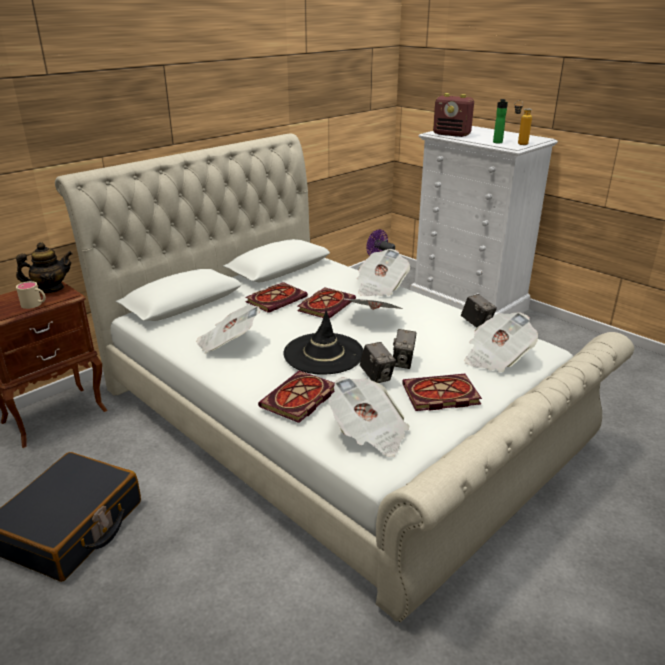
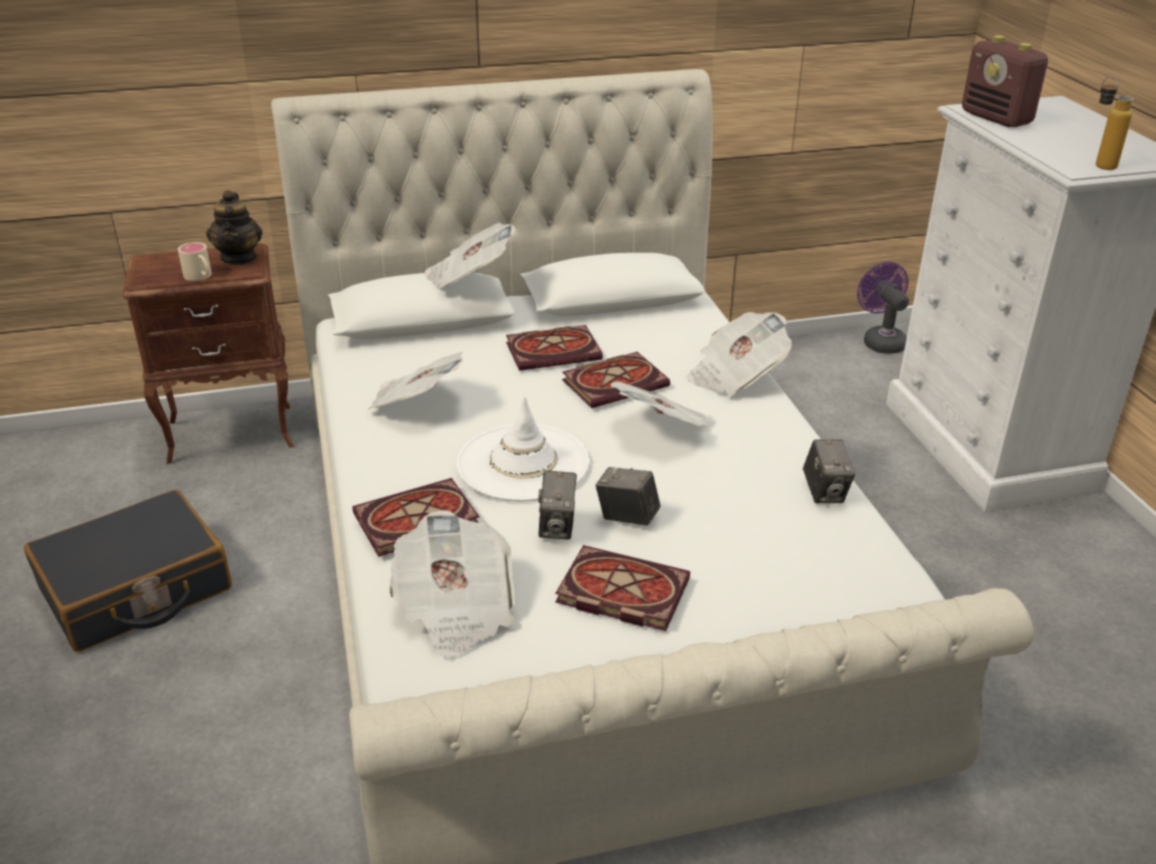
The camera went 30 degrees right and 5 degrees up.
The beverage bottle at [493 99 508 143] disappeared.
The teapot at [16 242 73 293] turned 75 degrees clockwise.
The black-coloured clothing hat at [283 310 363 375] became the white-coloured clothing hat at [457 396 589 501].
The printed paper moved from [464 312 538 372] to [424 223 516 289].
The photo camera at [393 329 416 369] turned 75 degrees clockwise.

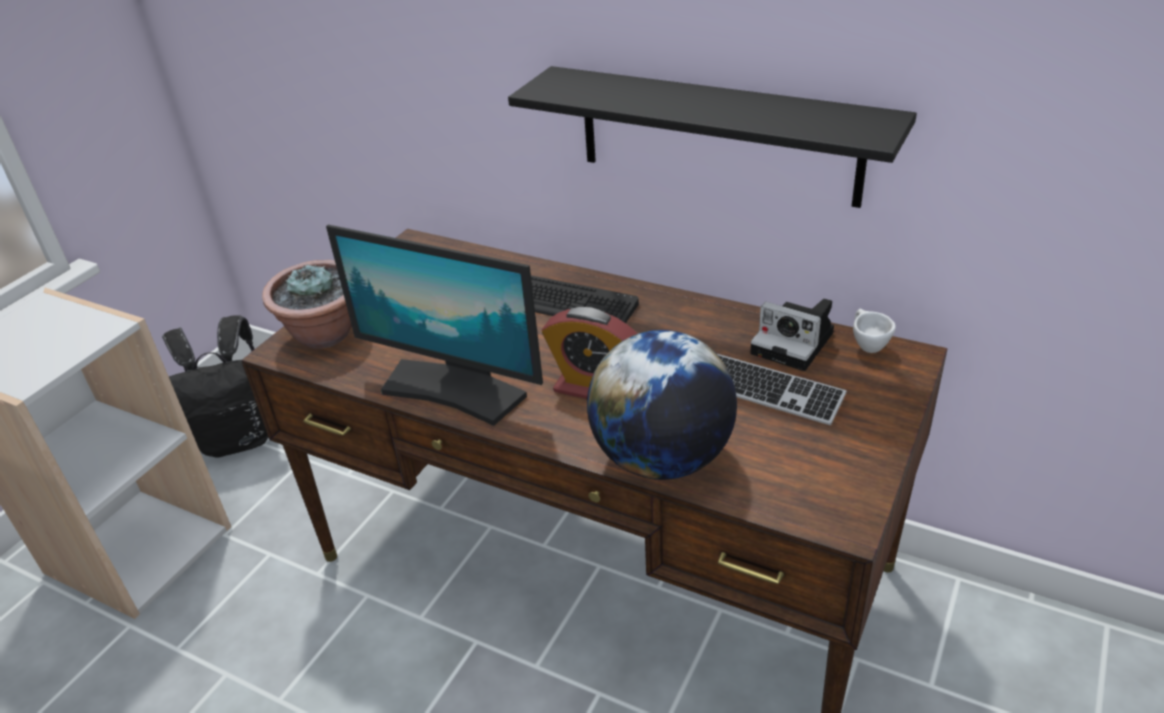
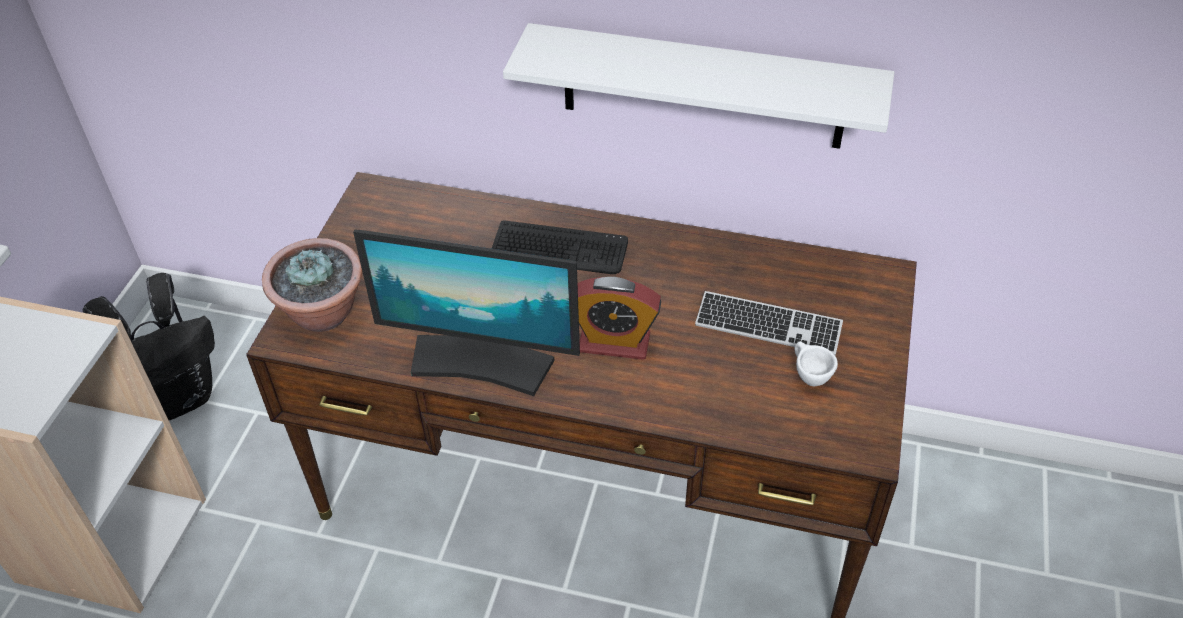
The camera went 15 degrees left and 10 degrees up.
The black-coloured bracket shelf at [508 66 917 208] became the white-coloured bracket shelf at [503 23 895 149].
The photo camera at [750 298 834 371] disappeared.
The white-coloured small cup moved from [853 309 896 353] to [794 341 838 386].
The world globe at [587 330 737 480] disappeared.

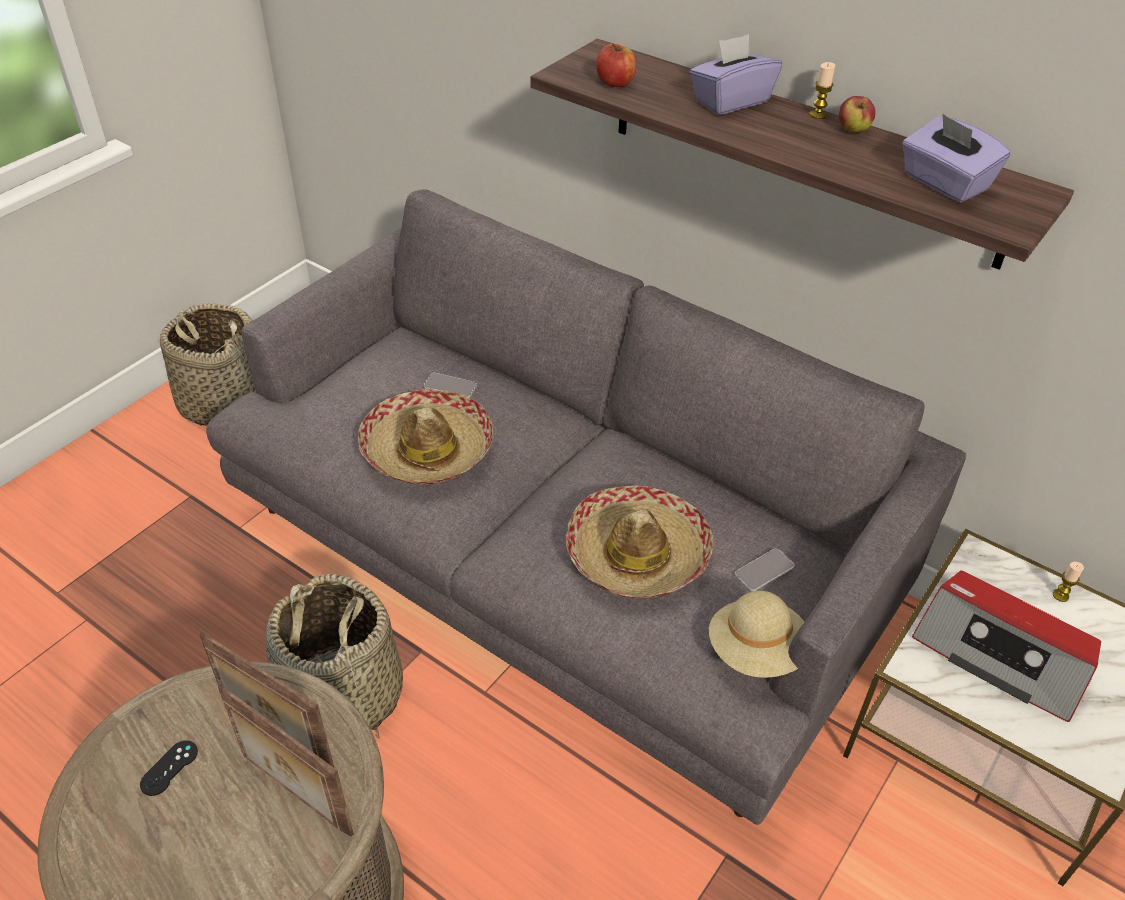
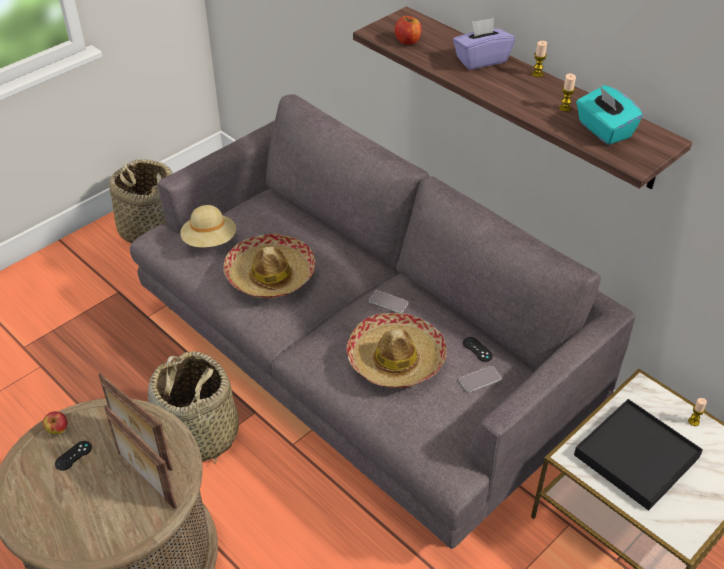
The camera went 10 degrees right and 0 degrees up.
The whole apple moved from [839 96 875 133] to [43 412 68 434].
The purple box of tissues at [902 113 1010 202] became the turquoise box of tissues at [576 85 643 145].
The handset moved from [424 373 477 398] to [369 290 408 313].
The radio receiver at [912 570 1101 722] was replaced by the black-coloured tray at [574 399 703 511].
The beige clothing hat moved from [709 591 804 678] to [180 205 236 248].
The wax light at [559 73 576 112] appeared.
The black-coloured joypad at [463 337 493 362] appeared.

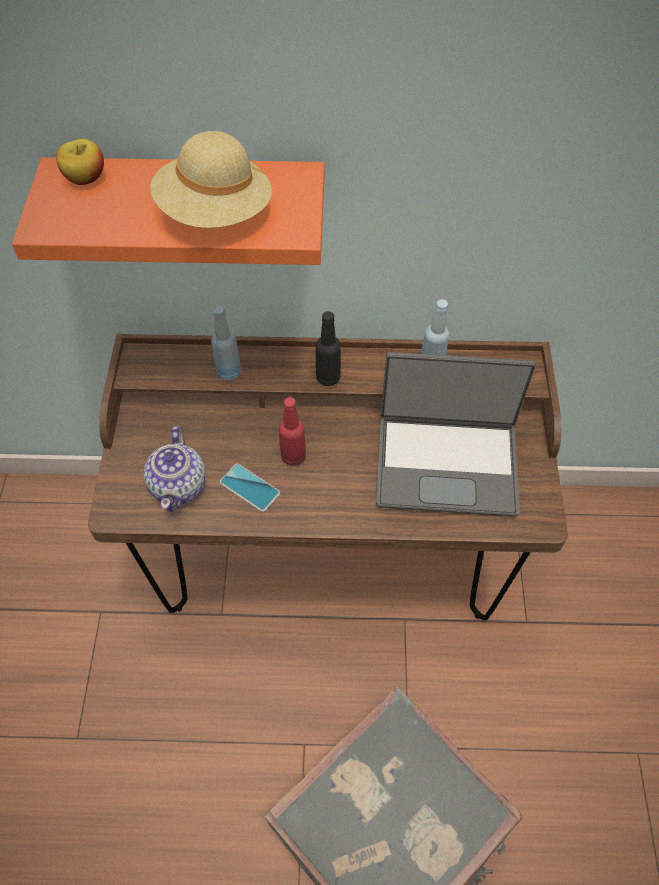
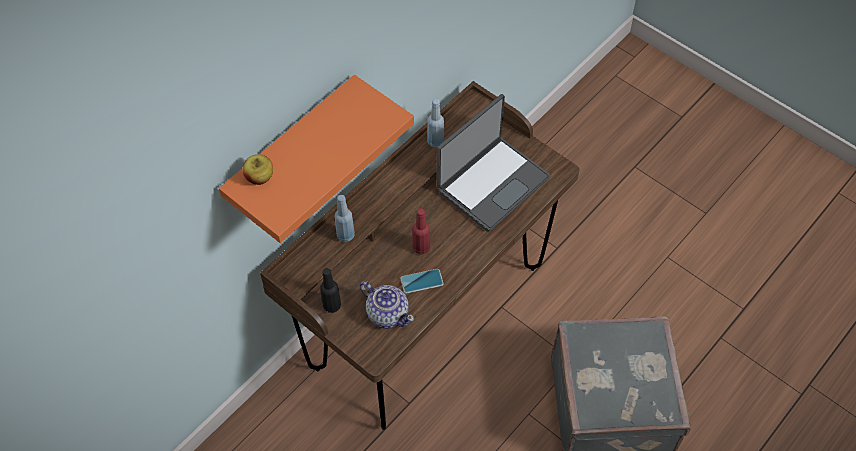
The camera went 50 degrees left and 0 degrees up.
The beige clothing hat at [150 131 272 228] disappeared.
The black-coloured beverage bottle moved from [316 311 341 386] to [320 268 341 313].

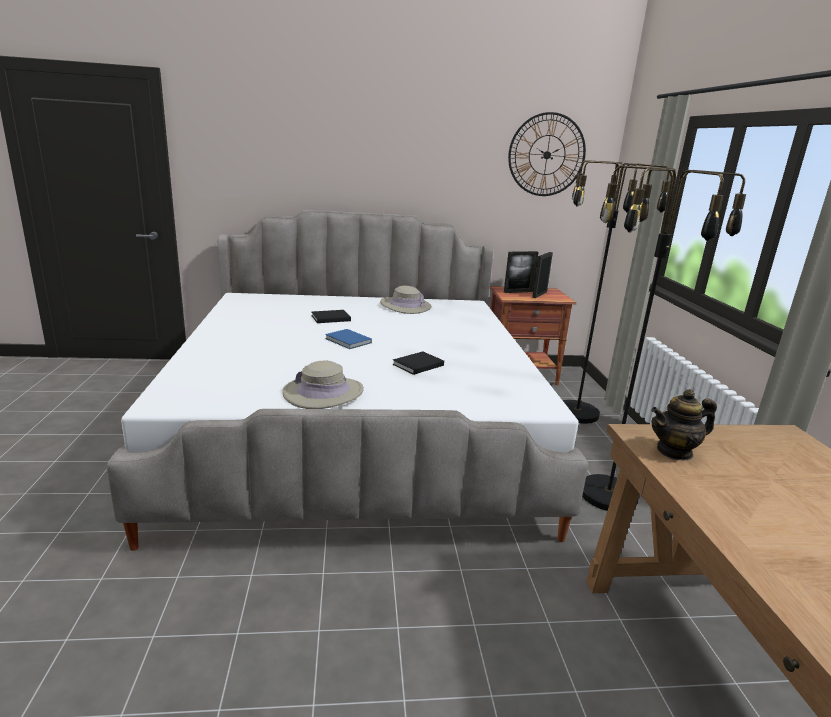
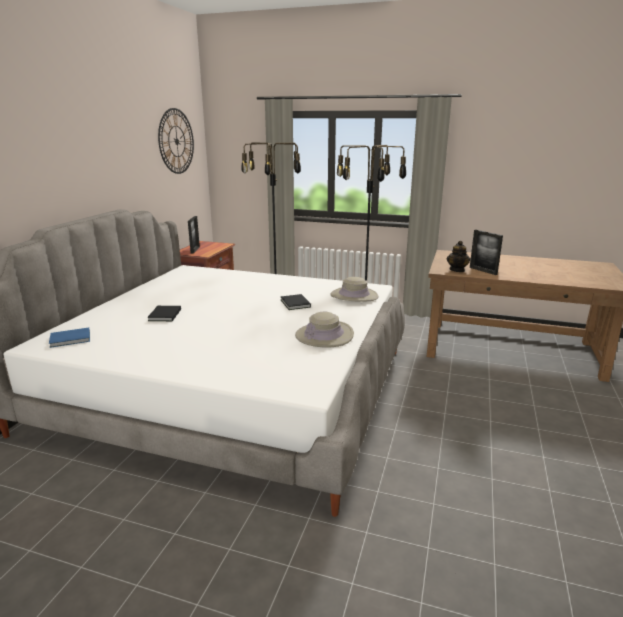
The camera went 65 degrees left and 0 degrees up.
The picture frame moved from [532 252 553 298] to [470 230 503 275].
The beige clothing hat moved from [380 286 431 314] to [330 277 378 302].
The bluish volume moved from [325 329 372 349] to [49 327 90 348].

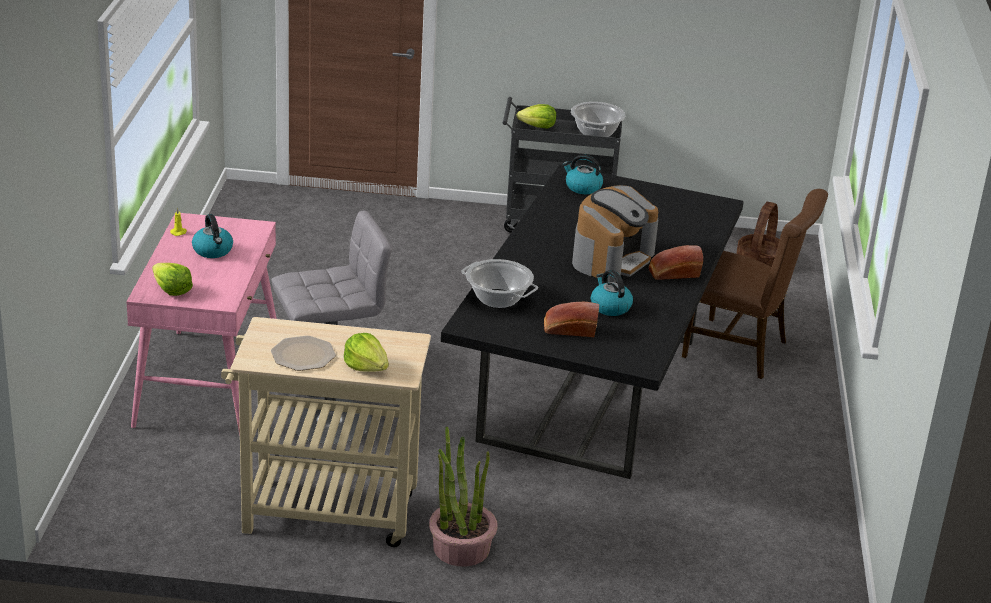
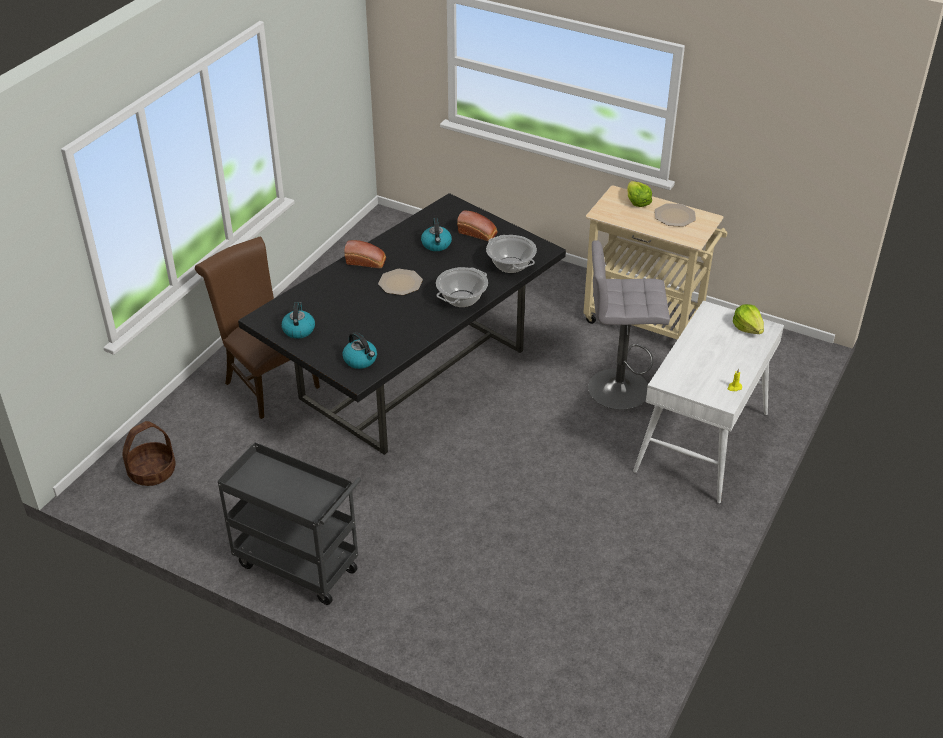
The camera went 155 degrees left and 10 degrees up.
The cooking pot moved from [571 102 625 137] to [436 267 488 307].
The lettuce at [517 104 556 129] disappeared.
The coffee maker at [572 185 658 282] was replaced by the flat dish at [378 269 423 295].
The pink desk at [126 213 277 435] became the white-coloured desk at [633 301 784 503].
The kettle moved from [192 214 233 258] to [281 302 315 339].
The houseplant at [429 427 498 566] disappeared.

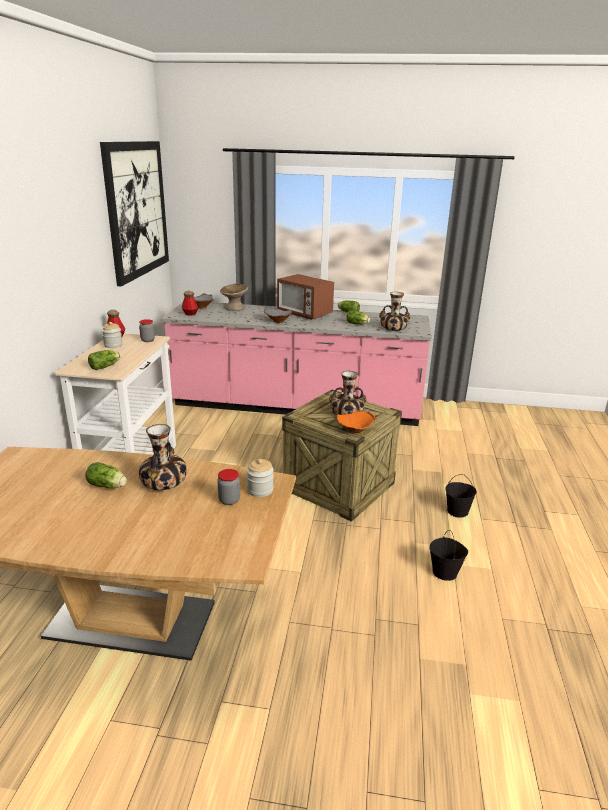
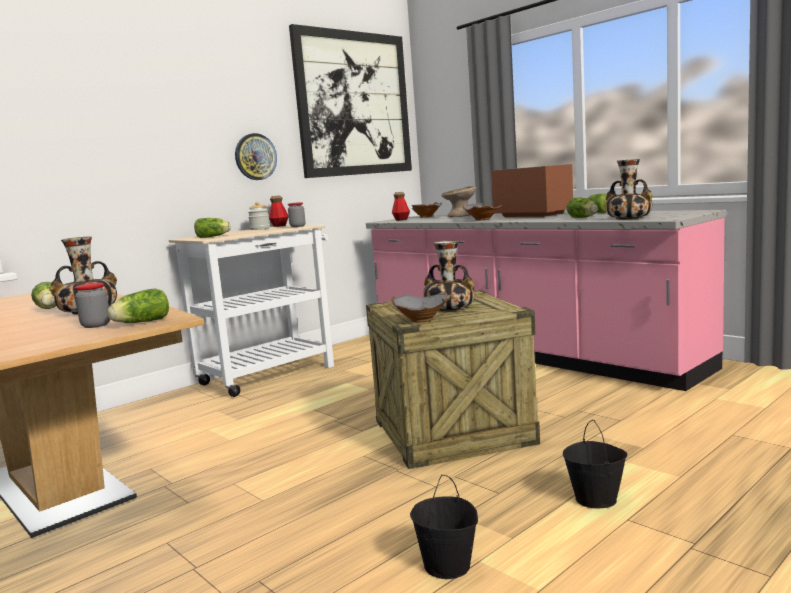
The camera went 40 degrees right and 15 degrees down.
The microwave oven at [277 274 334 319] turned 150 degrees clockwise.
The orange-coloured bowl at [336 410 376 434] became the gray bowl at [391 293 451 322].
The preserve jar at [246 459 274 497] was replaced by the lettuce at [108 288 169 323].
The wall clock at [235 133 277 180] appeared.

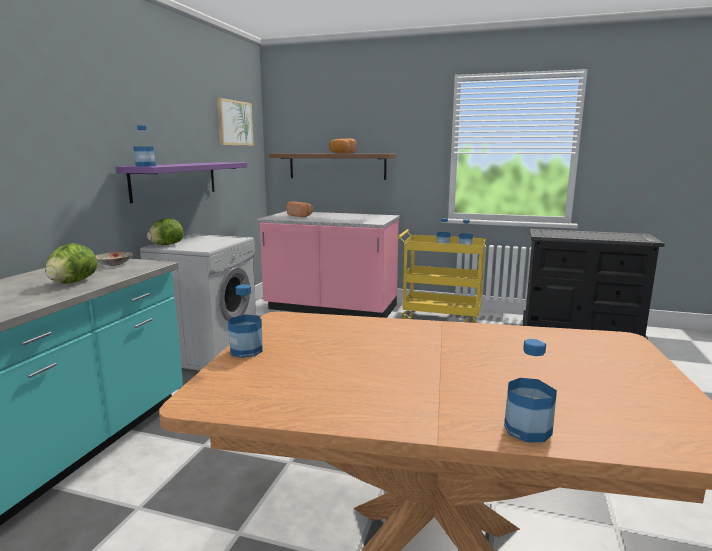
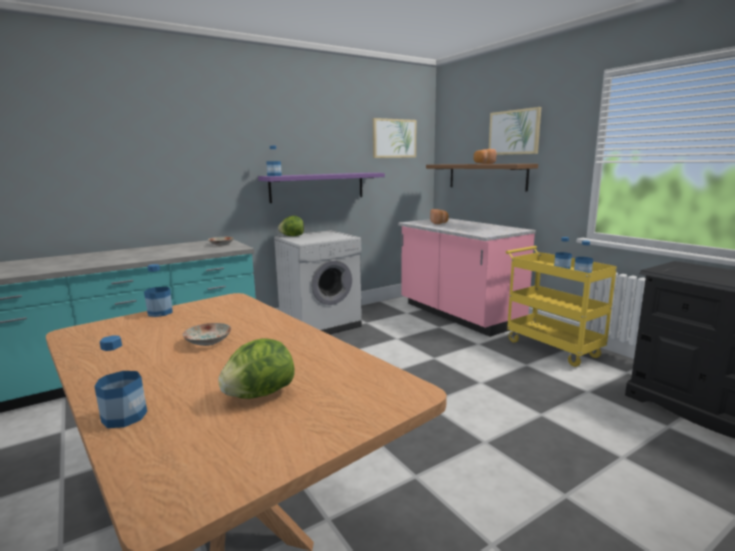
The camera went 40 degrees right and 0 degrees up.
The lettuce moved from [45 243 98 284] to [218 338 295 399].
The wall picture at [489 107 541 155] appeared.
The flat dish at [182 323 231 346] appeared.

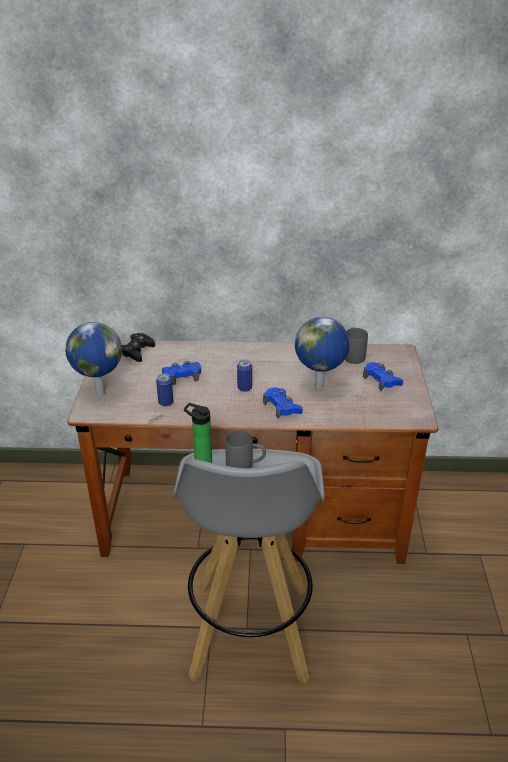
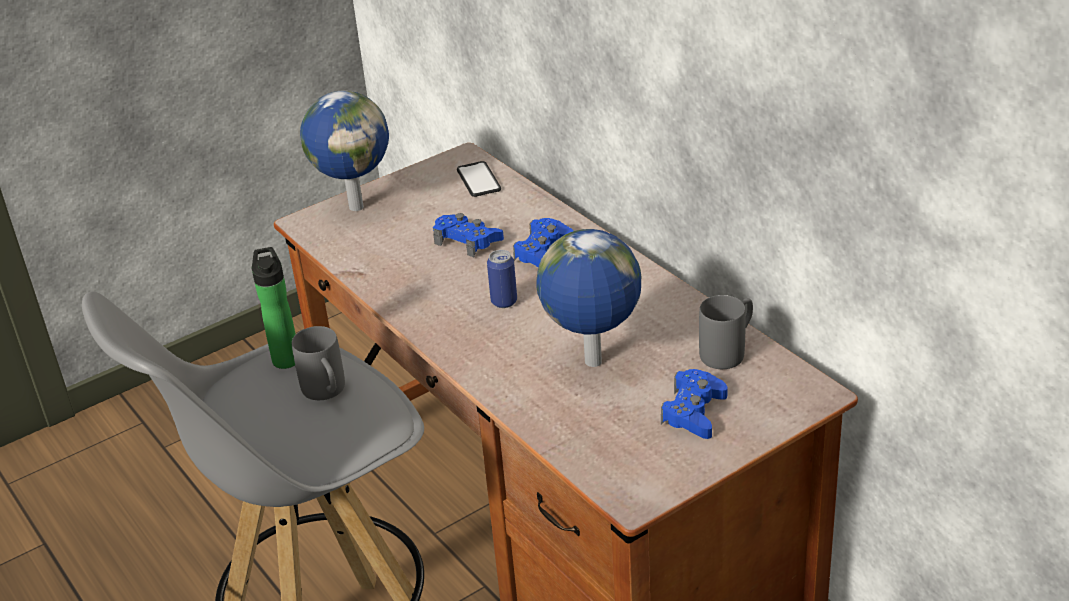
The camera went 55 degrees right and 0 degrees up.
The black-coloured joypad at [122 333 155 362] was replaced by the handset at [457 161 501 197].
The metal can at [156 373 173 407] disappeared.
The bluish joypad moved from [263 387 303 419] to [513 218 573 267].

